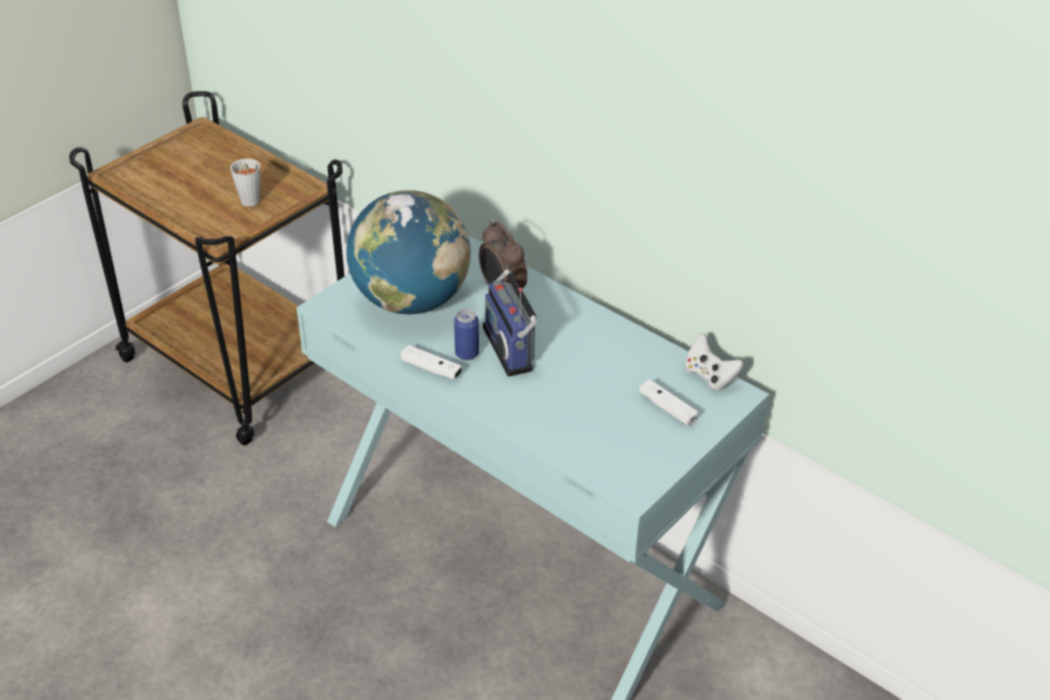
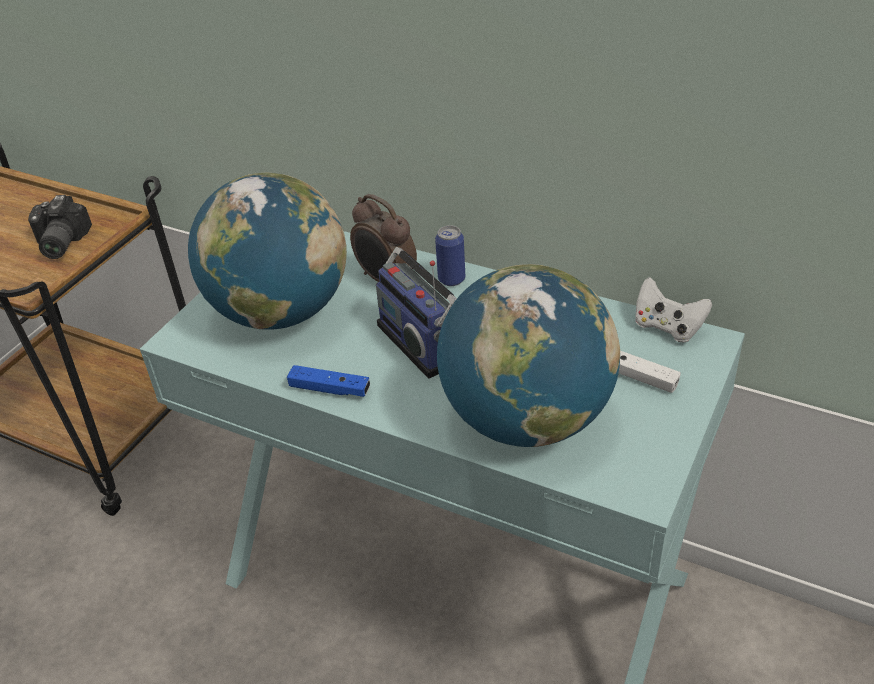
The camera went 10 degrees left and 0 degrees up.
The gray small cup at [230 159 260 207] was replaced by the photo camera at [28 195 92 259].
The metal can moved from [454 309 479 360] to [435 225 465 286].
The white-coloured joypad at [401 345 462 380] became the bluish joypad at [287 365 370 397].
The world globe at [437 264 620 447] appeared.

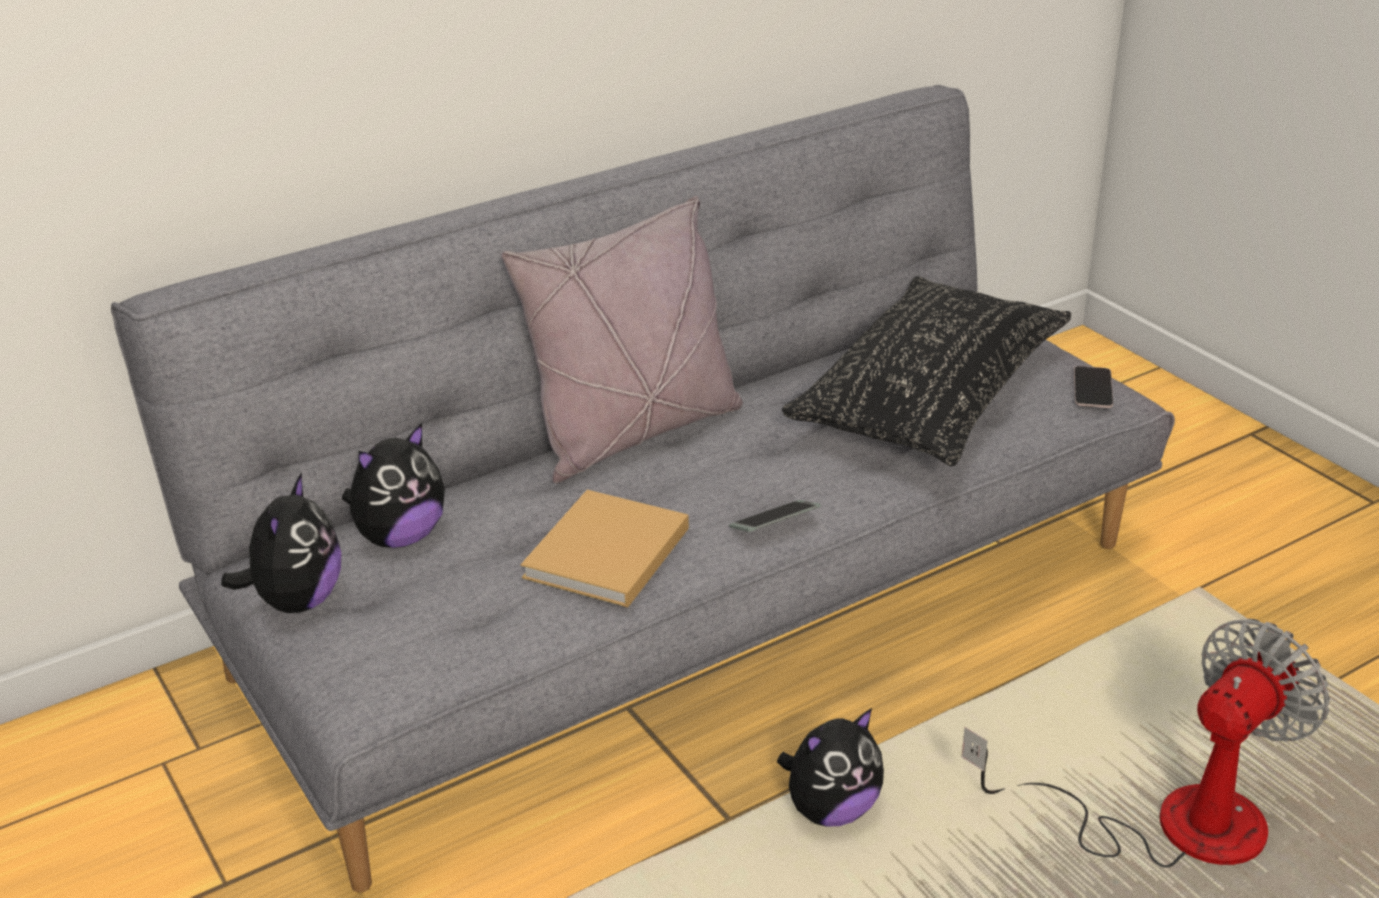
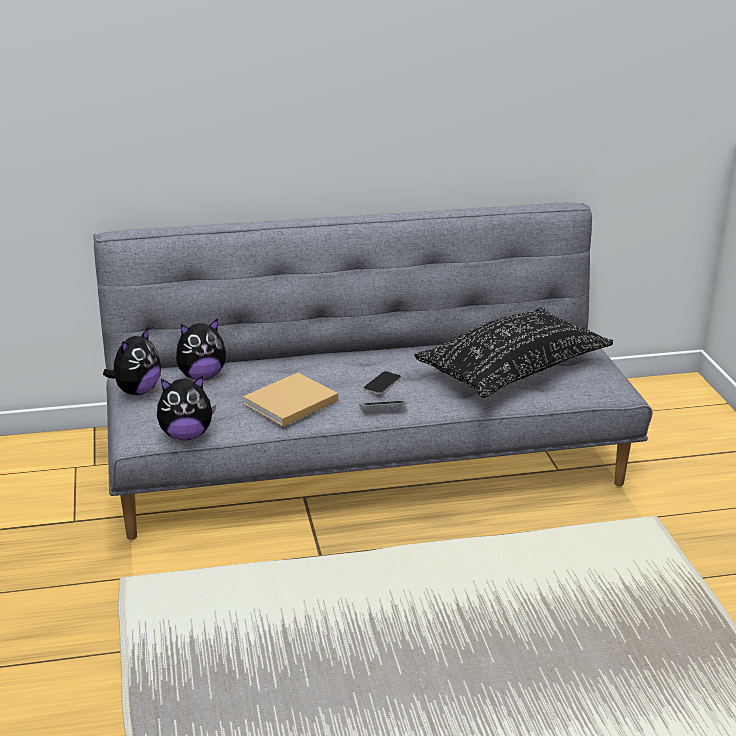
The camera went 20 degrees right and 5 degrees down.
The purple cushion at [502 196 743 483] disappeared.
The handset moved from [1074 366 1113 408] to [363 371 402 394].
The cooling fan at [961 618 1330 868] disappeared.
The plush toy moved from [777 708 884 827] to [157 376 216 440].

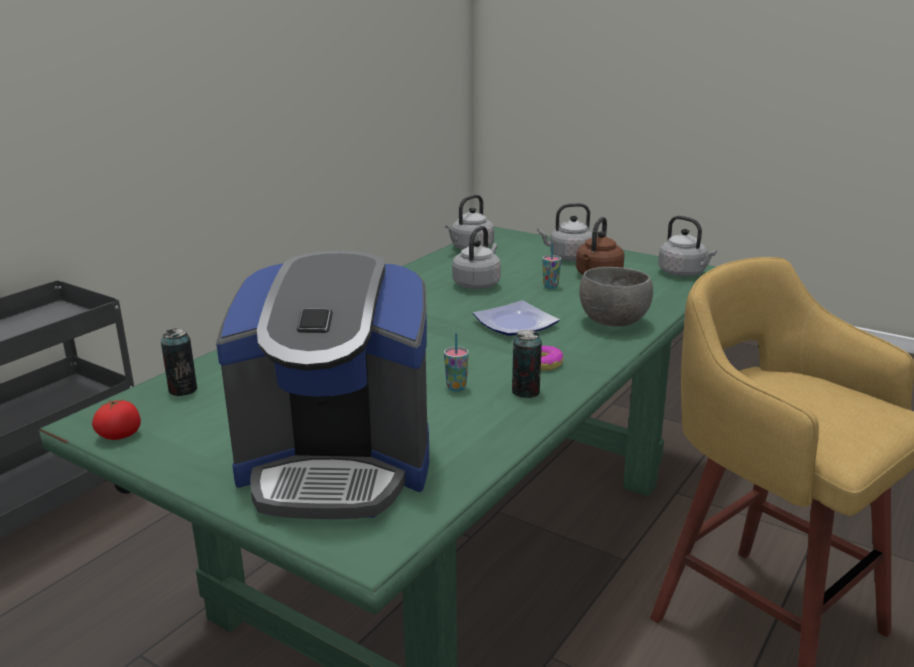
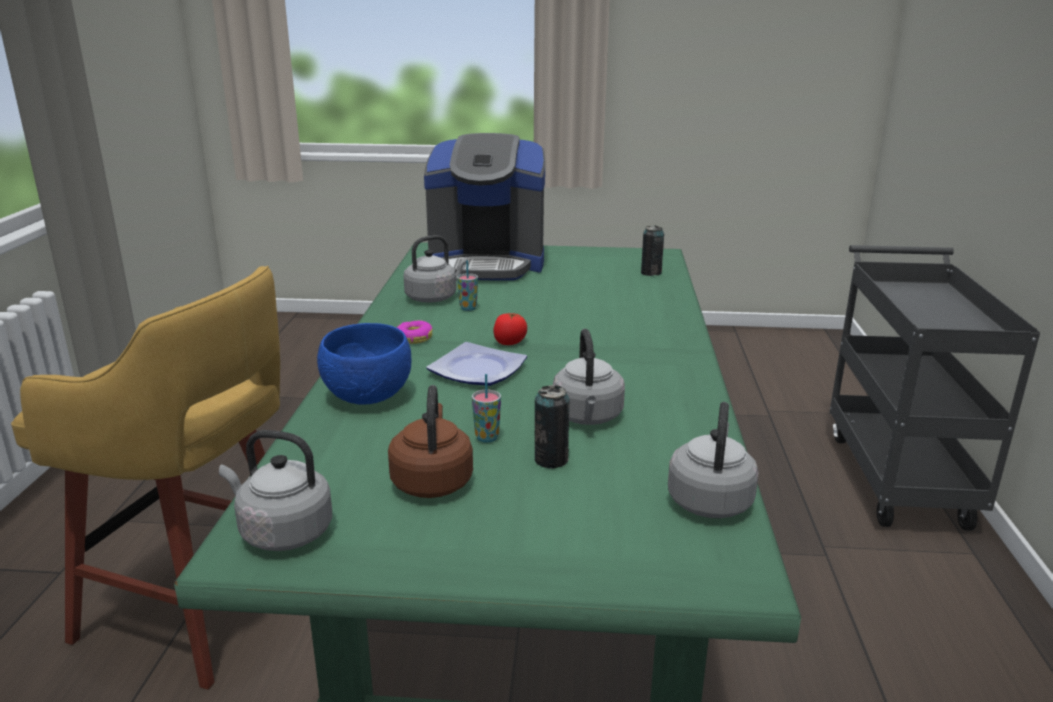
The camera went 150 degrees right and 0 degrees up.
The gray kettle moved from [537 203 592 261] to [403 235 468 302].
The coffee maker at [216 251 429 519] turned 150 degrees counterclockwise.
The gray bowl at [579 267 653 327] became the bluish bowl at [317 323 411 405].
The metal can moved from [512 330 542 398] to [535 385 570 469].
The whole tomato moved from [92 399 141 440] to [494 313 527 345].

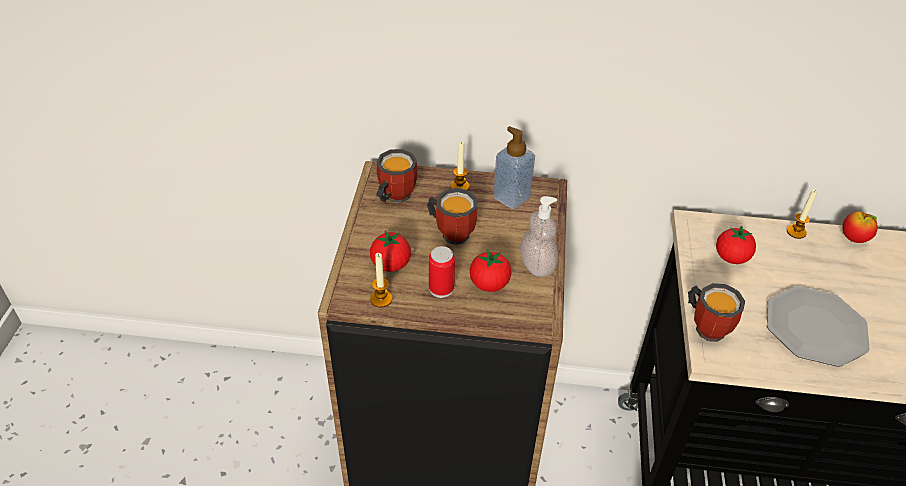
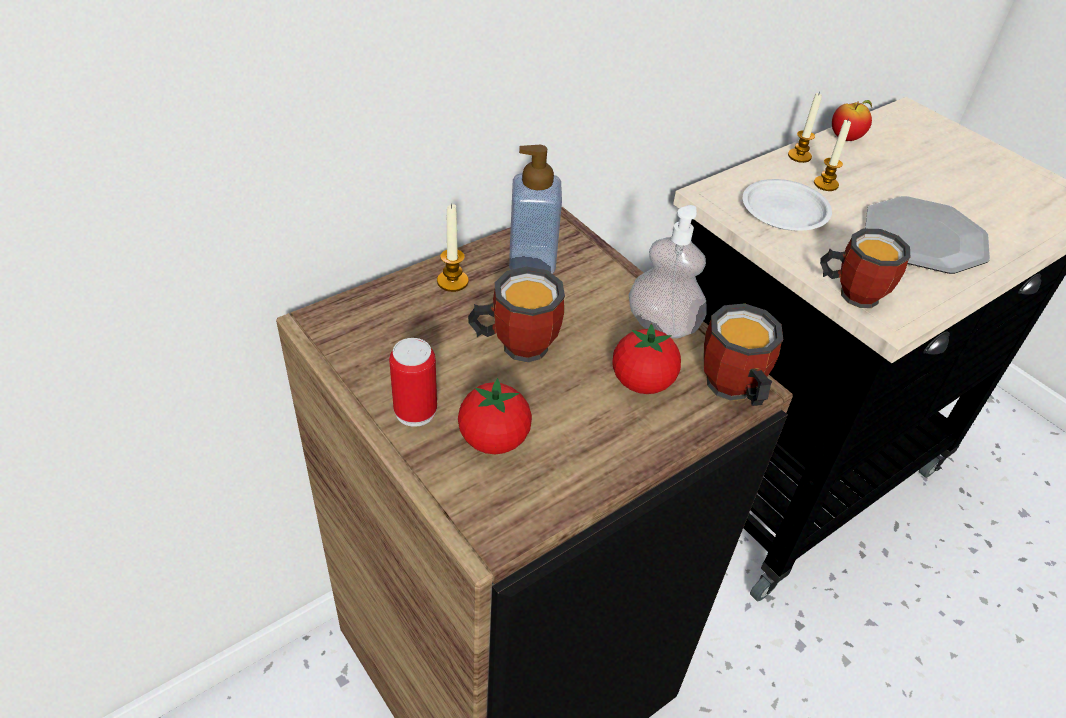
The camera went 45 degrees left and 0 degrees up.
The mug moved from [376 149 418 203] to [704 303 783 406].
The whole tomato at [716 225 756 264] was replaced by the white-coloured flat dish at [743 179 832 231].
The metal can moved from [429 246 455 298] to [389 338 437 427].
The wax light moved from [370 253 392 307] to [814 119 851 191].

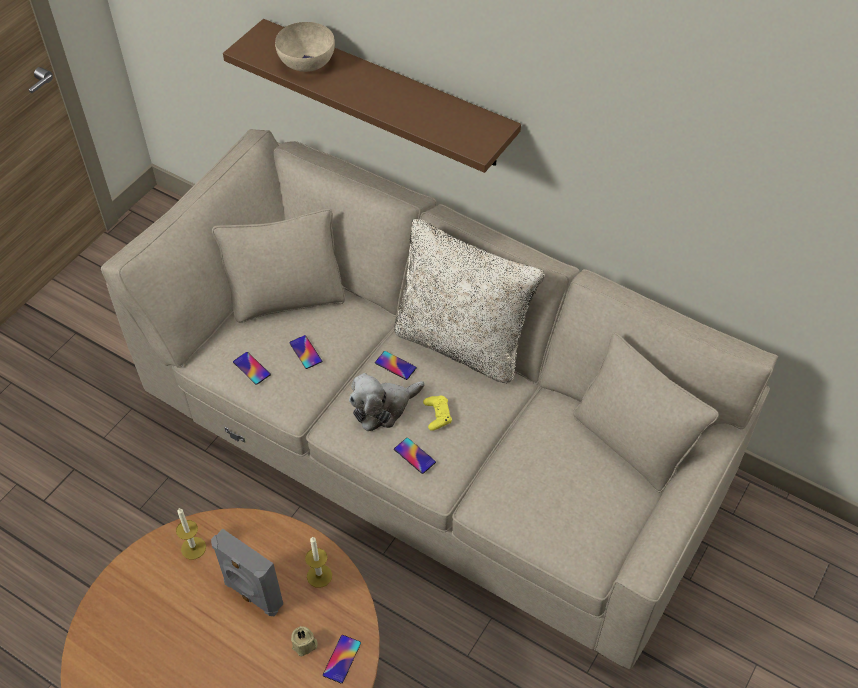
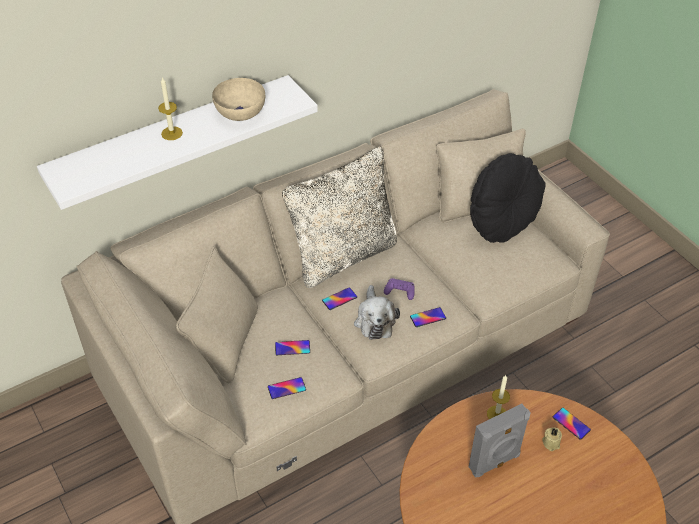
The camera went 65 degrees left and 5 degrees down.
The brown-coloured bracket shelf at [223 19 521 173] became the white-coloured bracket shelf at [37 75 318 210].
The beige bowl moved from [275 22 335 72] to [212 78 265 121].
The yellow joypad at [423 395 452 431] became the purple joypad at [384 278 415 300].
The wax light moved from [176 508 206 559] to [158 77 183 140].
The black-coloured cushion at [470 153 546 243] appeared.

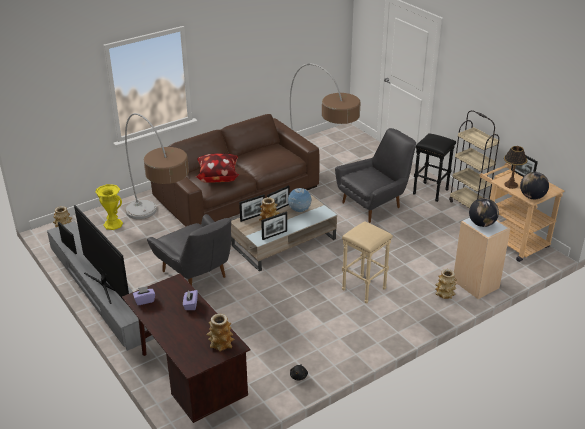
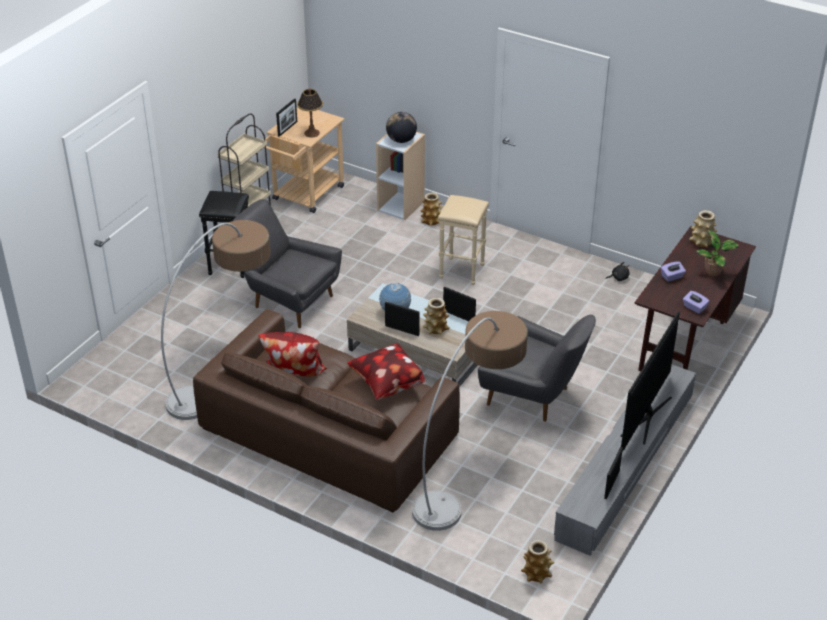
The camera went 115 degrees left and 5 degrees up.
The world globe at [520 172 549 199] disappeared.
The yellow decorative vase at [96 184 123 230] disappeared.
The picture frame at [239 194 265 222] disappeared.
The gray armchair at [147 214 231 286] turned 90 degrees clockwise.
The houseplant at [696 230 739 277] appeared.
The cushion at [258 332 327 376] appeared.

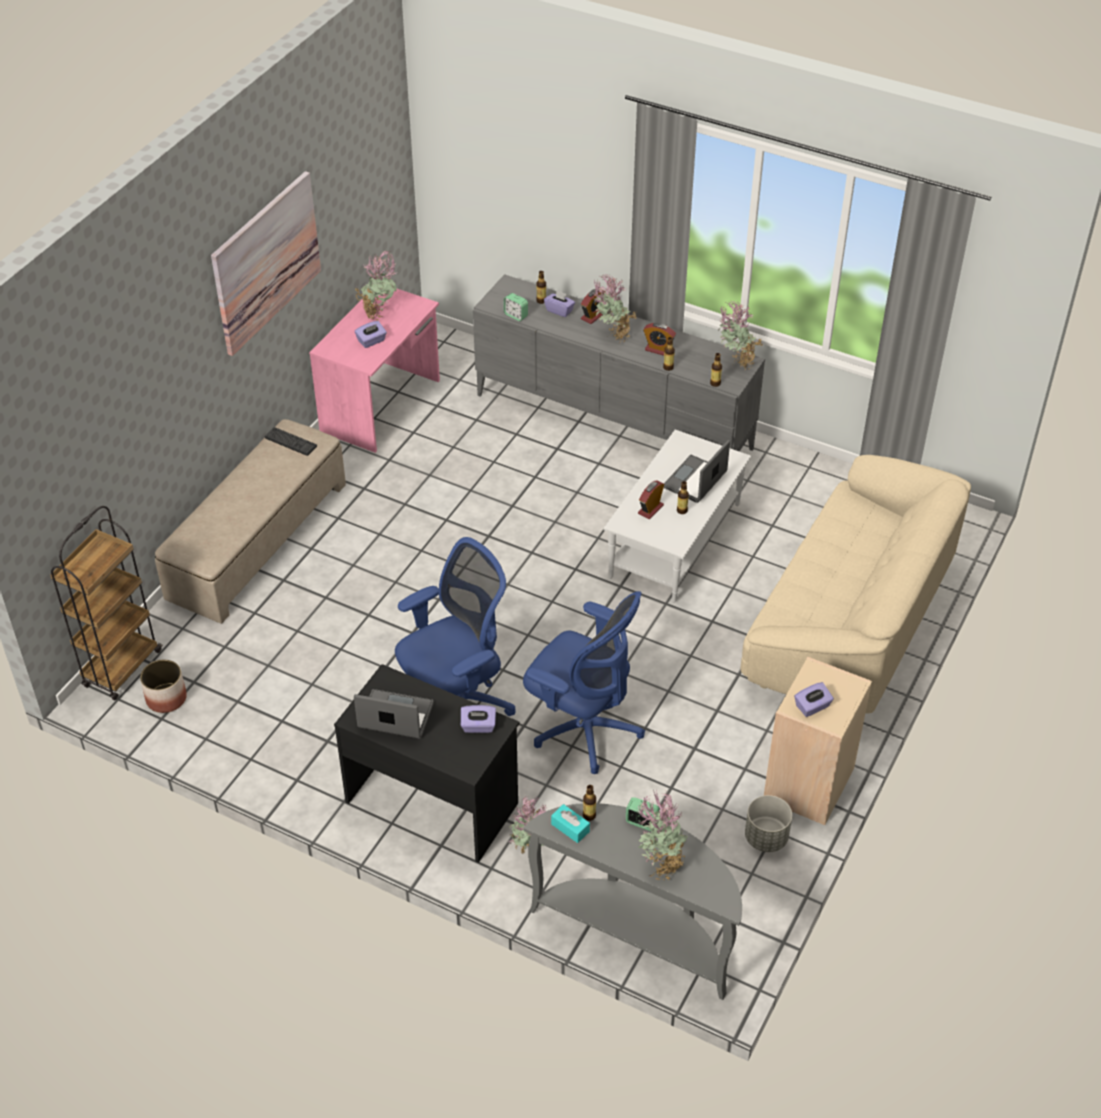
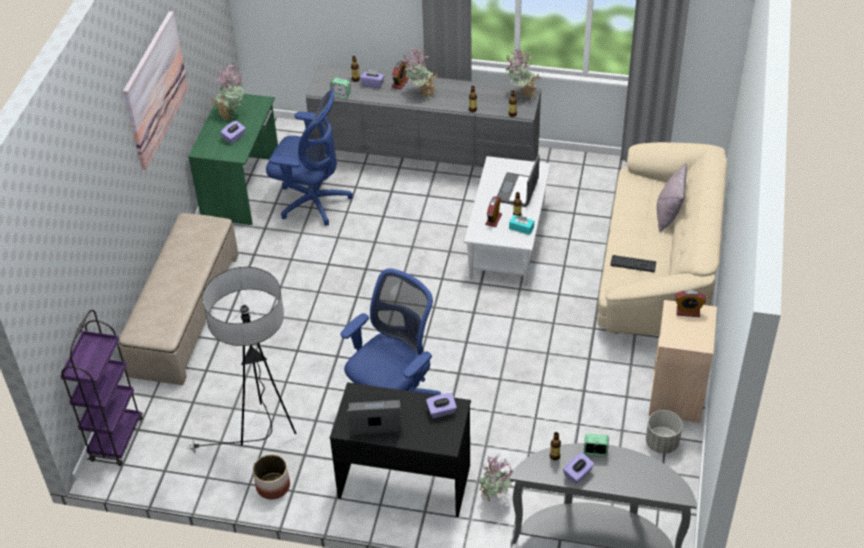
The camera went 15 degrees left and 0 degrees up.
The pink desk at [309 288 440 453] became the green-coloured desk at [188 94 278 225].
The table clock moved from [643 323 676 356] to [675 290 706 317].
The computer keyboard moved from [264 427 317 456] to [610 255 656 272].
The brown-coloured trolley at [50 506 164 700] became the purple trolley at [60 310 144 466].
The bluish computer chair moved from [523 591 645 774] to [266 89 353 226].
The planter moved from [140 660 187 713] to [253 454 290 499].
The purple box of tissues moved from [794 682 834 717] to [563 452 594 484].
The houseplant at [637 790 689 880] disappeared.
The turquoise box of tissues moved from [551 804 590 843] to [509 215 534 235].
The purple cushion at [657 163 687 232] appeared.
The standard lamp at [187 267 296 454] appeared.

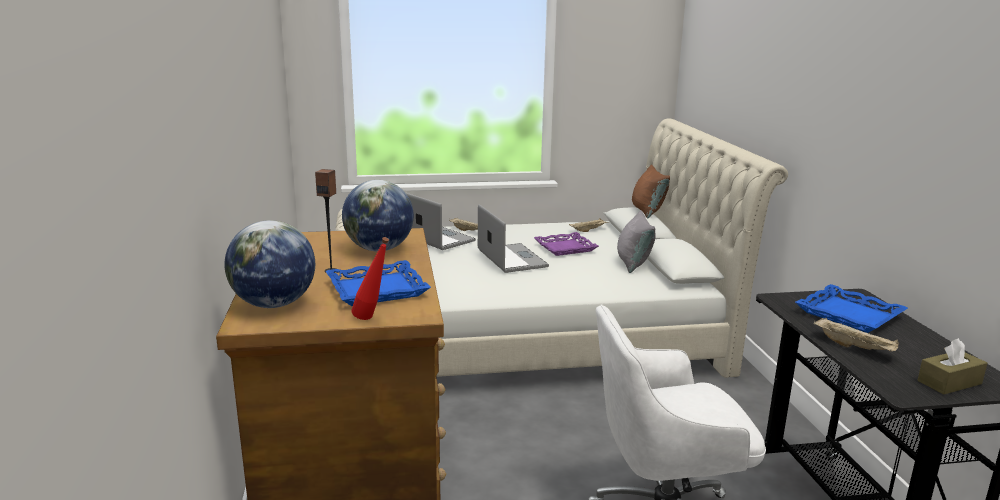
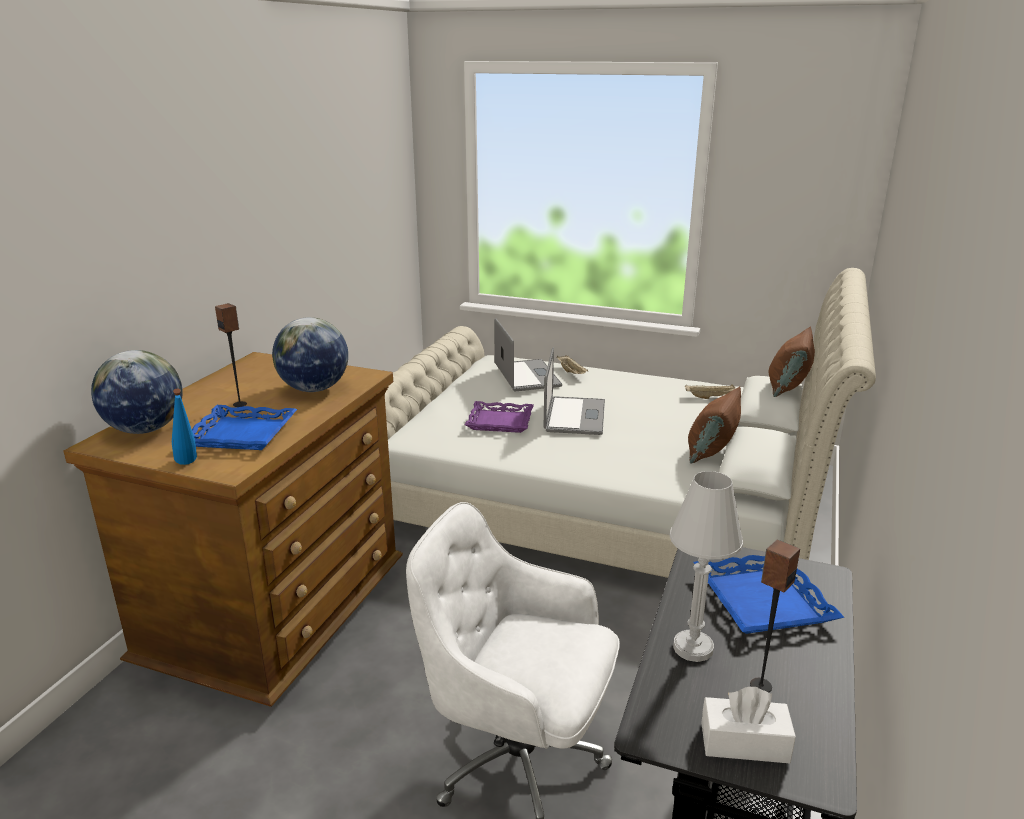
The camera went 30 degrees right and 5 degrees up.
The gray cushion at [617 210 656 273] became the brown-coloured cushion at [688 386 741 463].
The purple tray moved from [534 232 599 256] to [465 401 534 433].
The red beverage bottle at [351 237 389 320] became the bluish beverage bottle at [172 389 197 465].
The beige tray at [814 318 899 351] was replaced by the white-coloured lamp for a table at [670 471 743 662].
The brown-coloured box of tissues at [918 338 987 394] became the white-coloured box of tissues at [701 687 796 763].
The audio speaker at [750 540 800 692] appeared.

